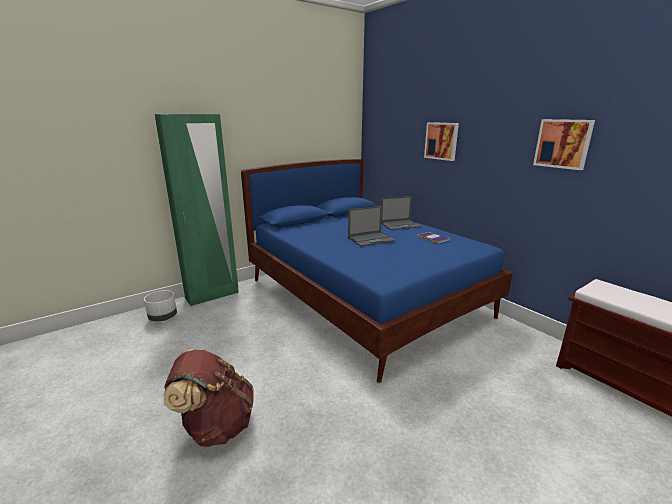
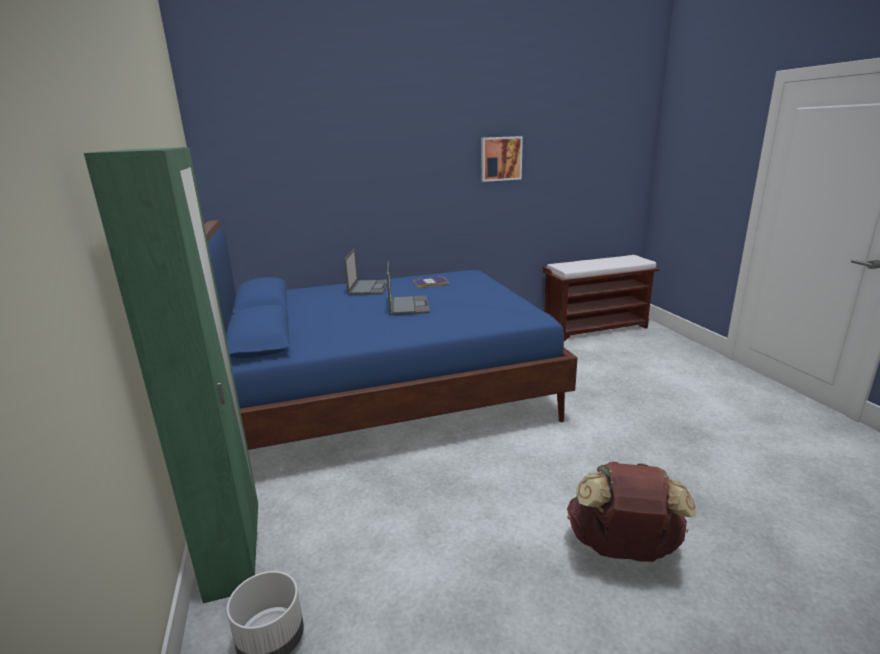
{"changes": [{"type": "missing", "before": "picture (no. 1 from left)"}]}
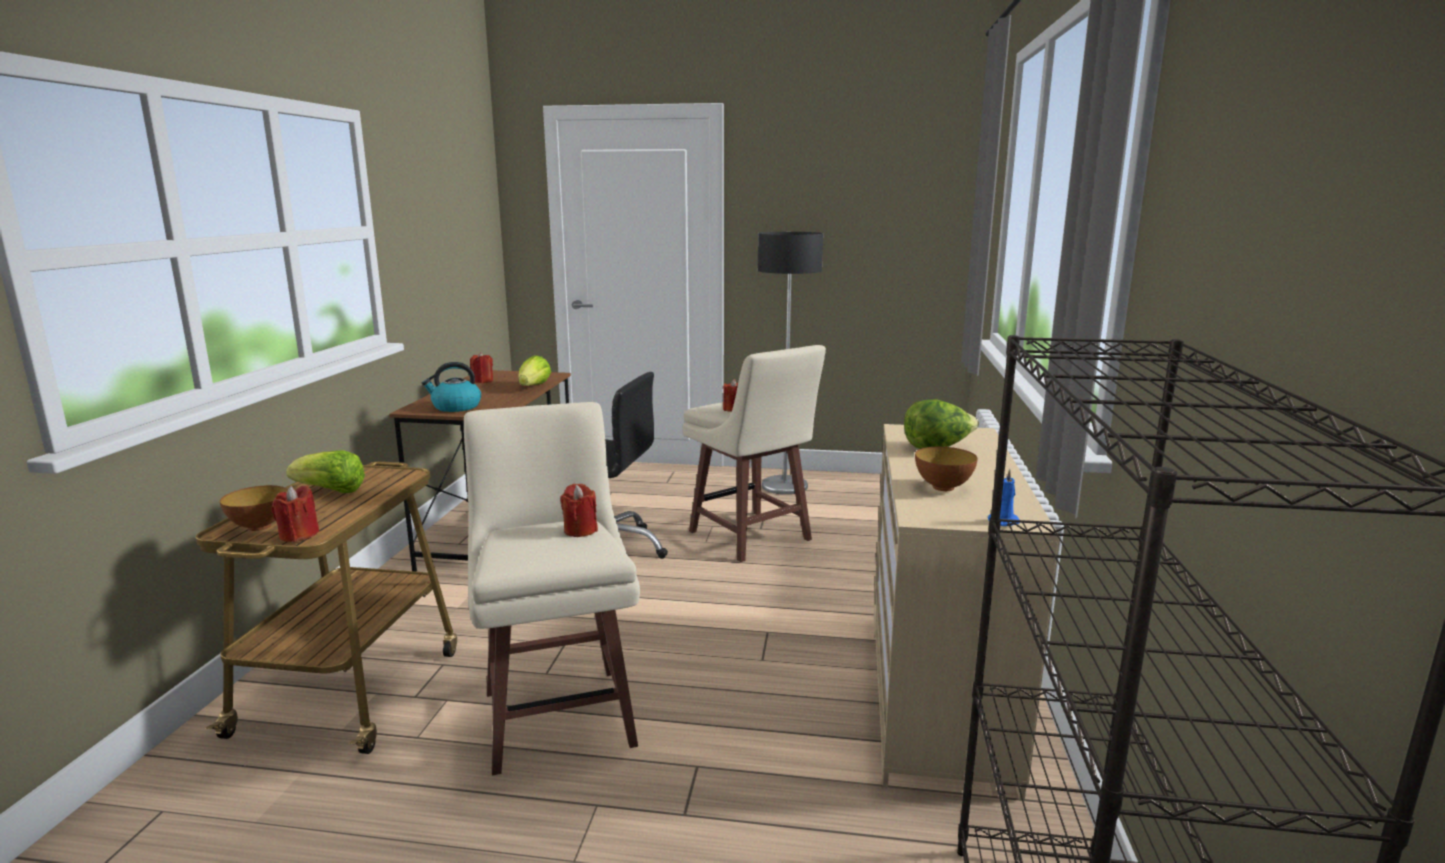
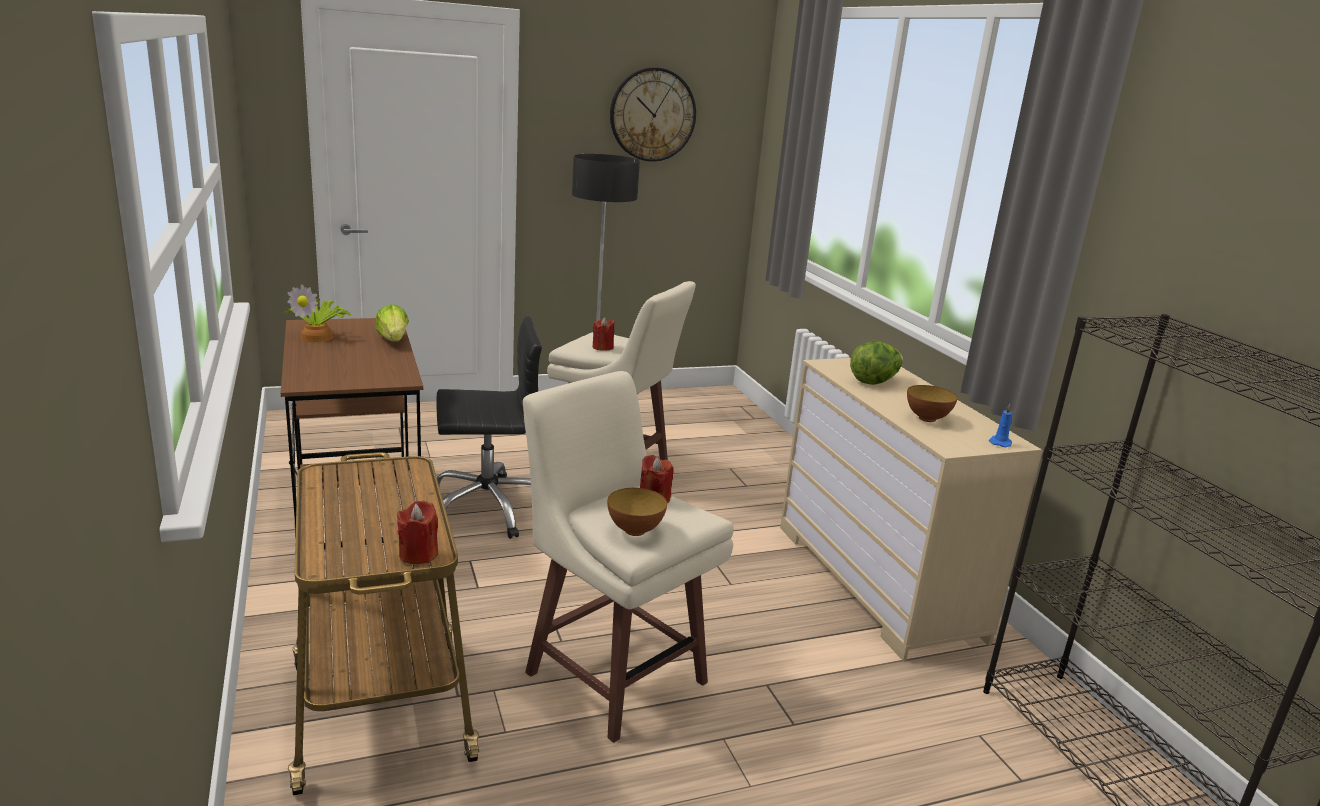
{"changes": [{"type": "exchanged", "before": "candle/red (no. 2 from left)", "after": "potted plant"}, {"type": "relocated", "before": "bowl (no. 1 from left)"}, {"type": "appeared", "after": "wall clock"}, {"type": "missing", "before": "lettuce (no. 1 from left)"}, {"type": "missing", "before": "kettle"}]}
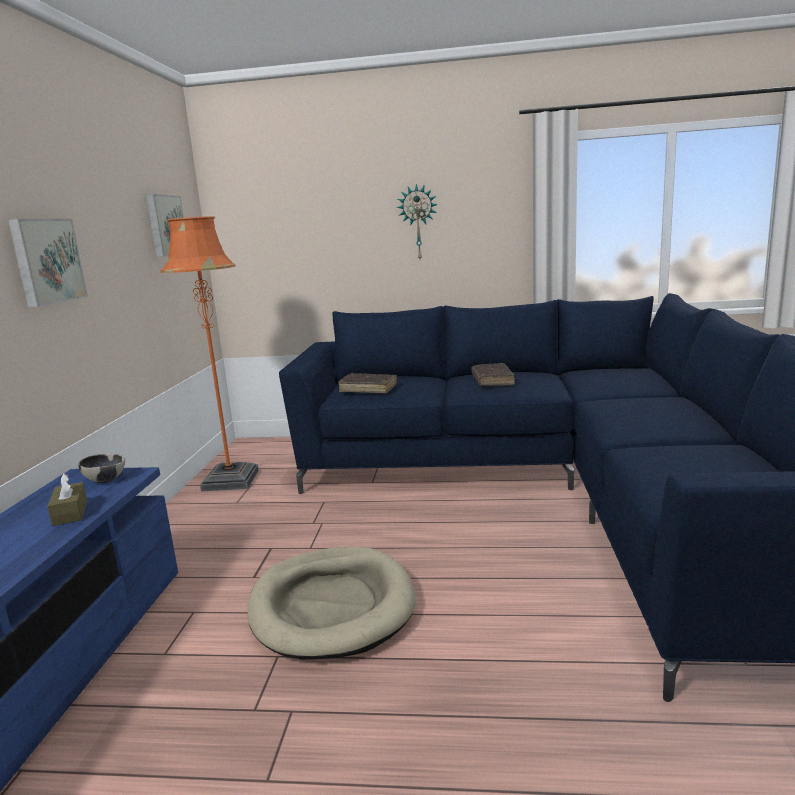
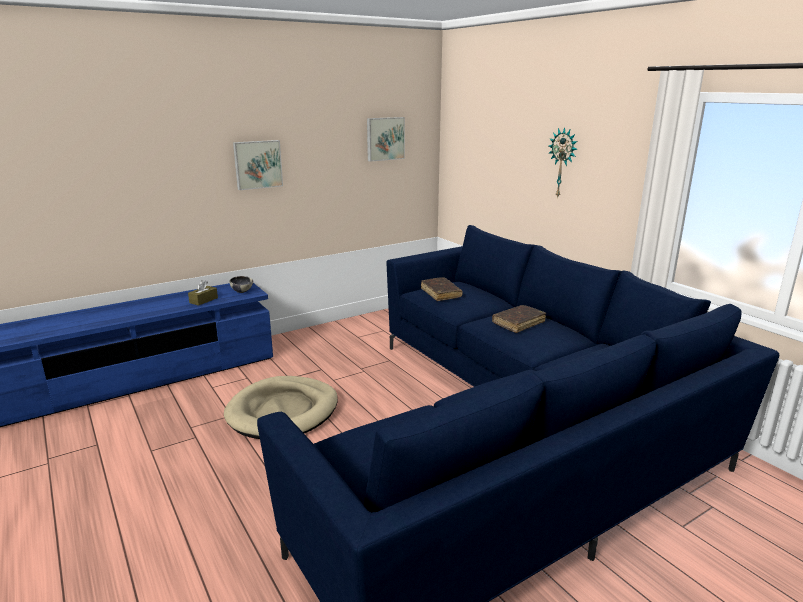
{"changes": [{"type": "missing", "before": "floor lamp/orange"}]}
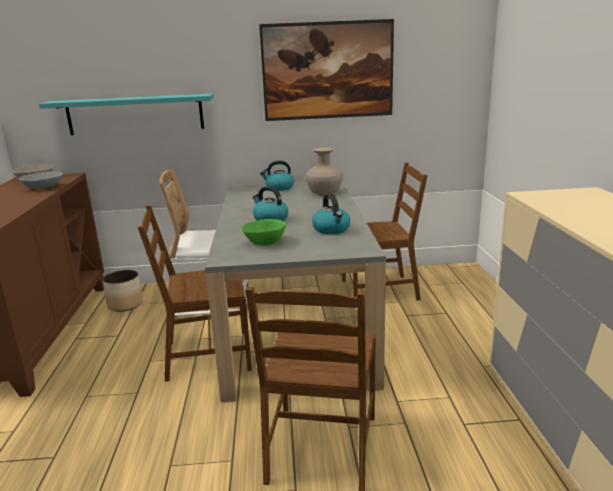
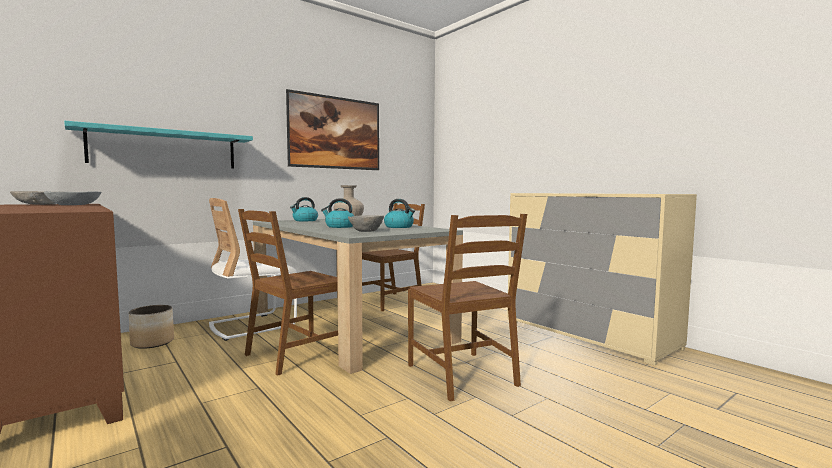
{"changes": [{"type": "colour", "before": "bowl/green", "after": "bowl/grey (no. 3 from left)"}]}
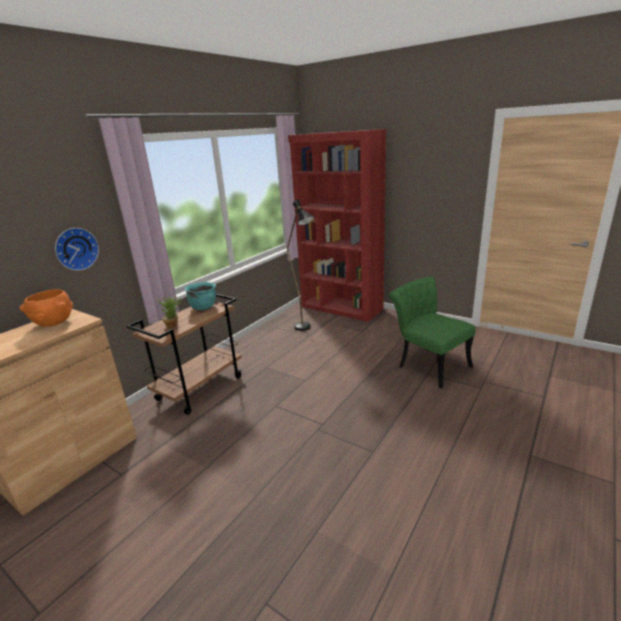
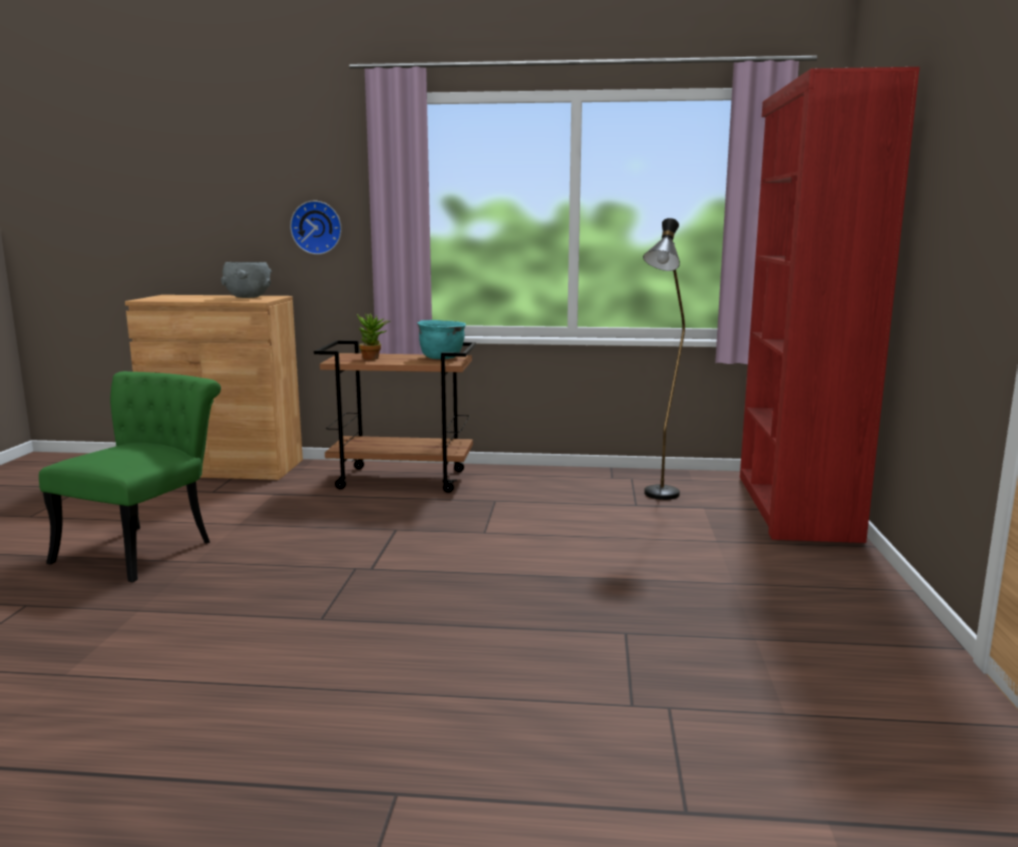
{"changes": [{"type": "relocated", "before": "chair/green"}, {"type": "colour", "before": "bowl/orange", "after": "bowl/grey"}]}
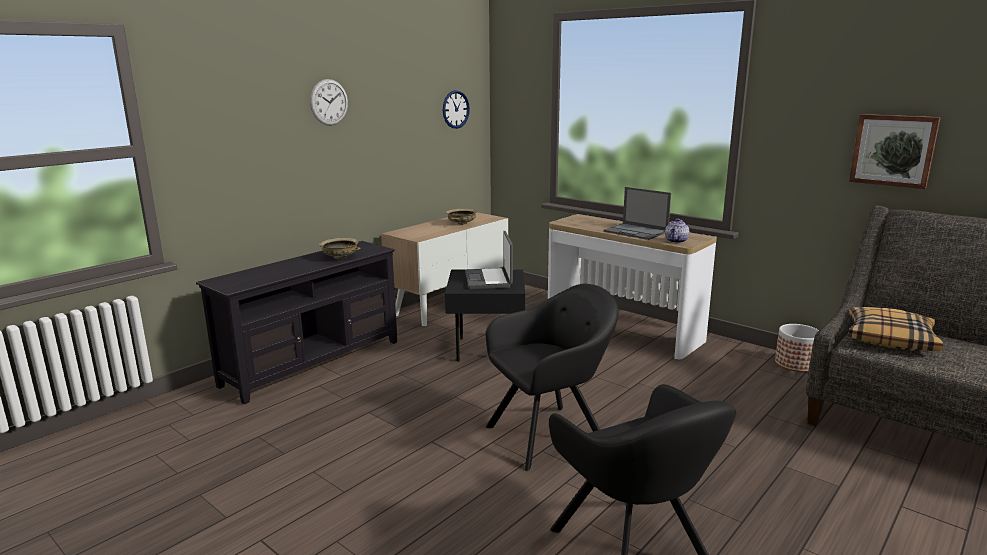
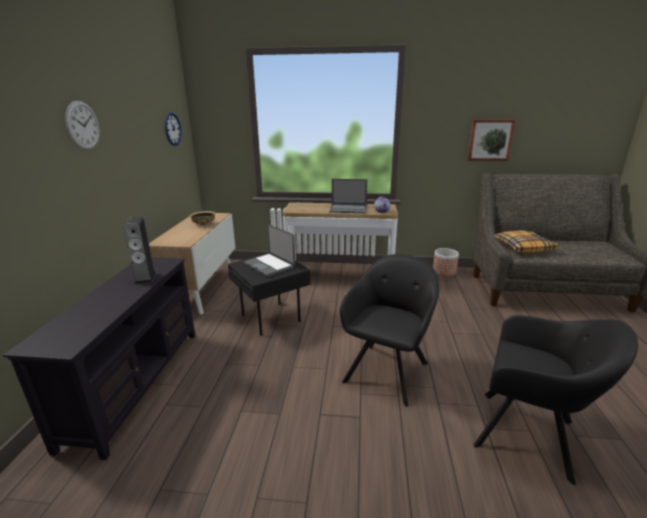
{"changes": [{"type": "exchanged", "before": "bowl/beige (no. 1 from left)", "after": "speaker"}]}
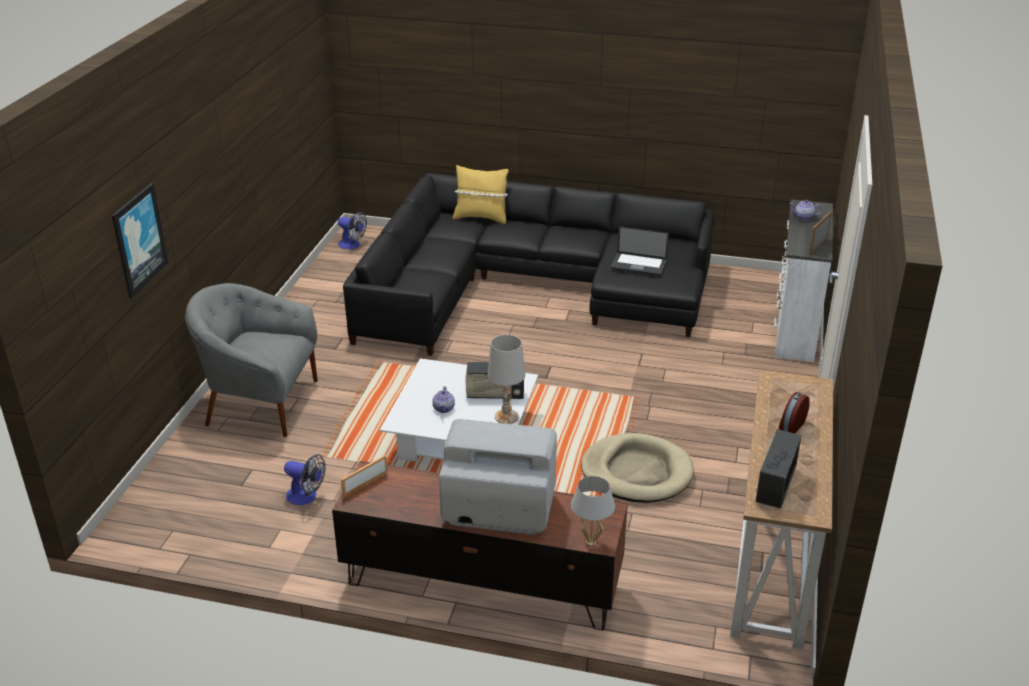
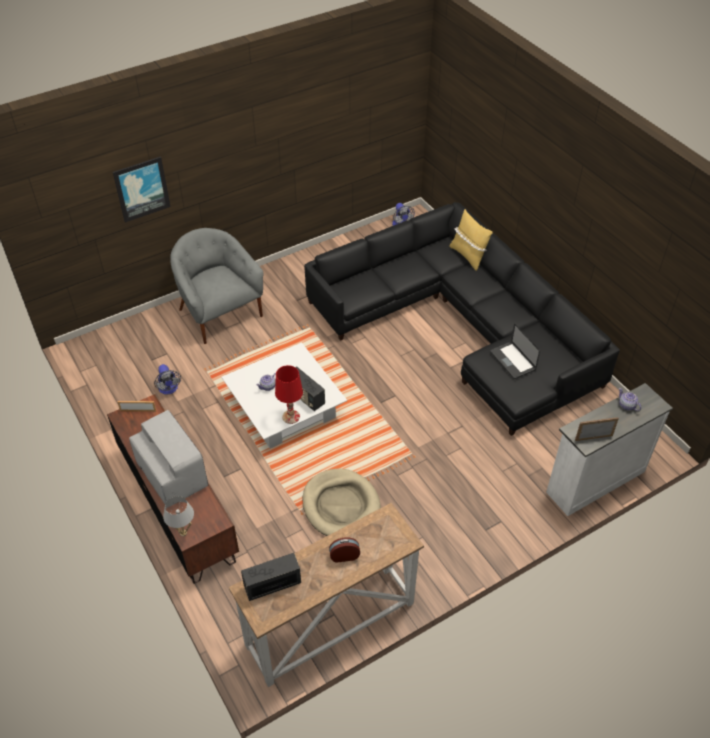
{"changes": [{"type": "colour", "before": "table lamp/white (no. 1 from left)", "after": "table lamp/red"}]}
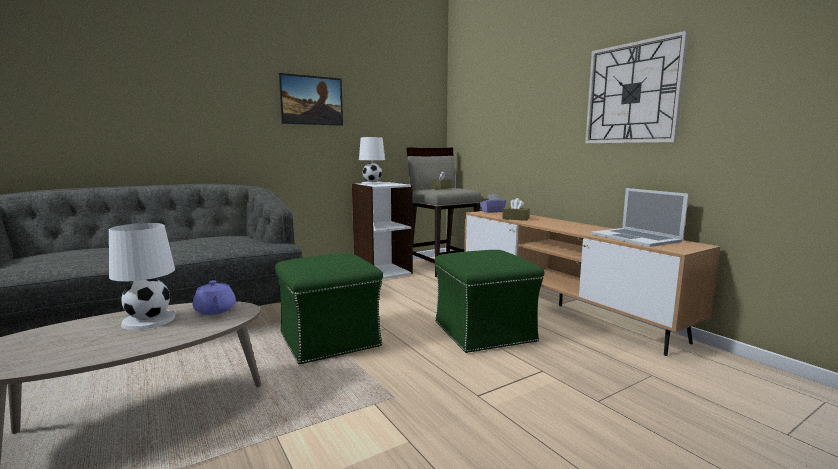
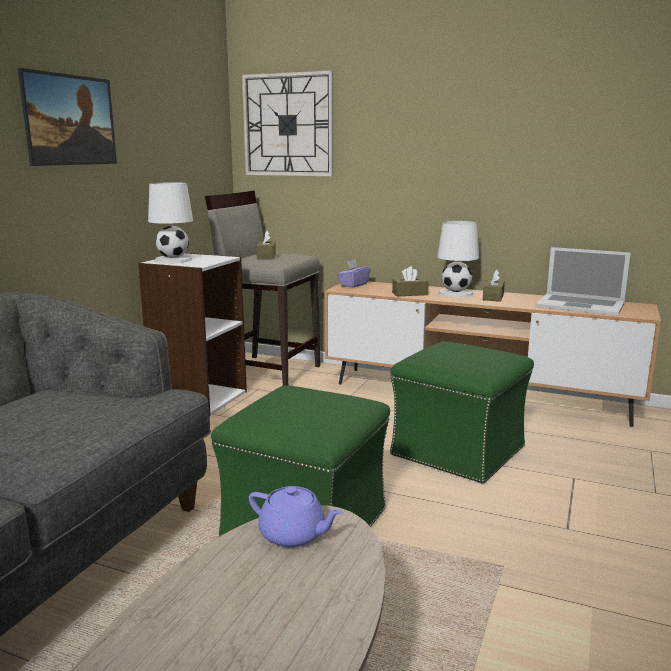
{"changes": [{"type": "relocated", "before": "wall clock"}, {"type": "relocated", "before": "table lamp/white (no. 1 from left in the first image)", "after": "table lamp/white (no. 2 from left)"}, {"type": "appeared", "after": "tissue box/brown (no. 3 from left)"}]}
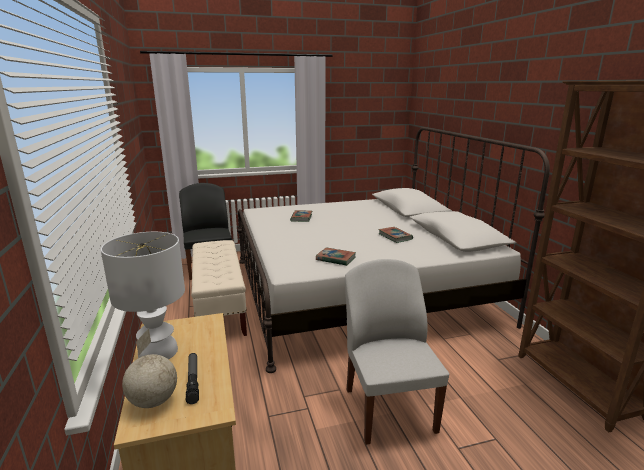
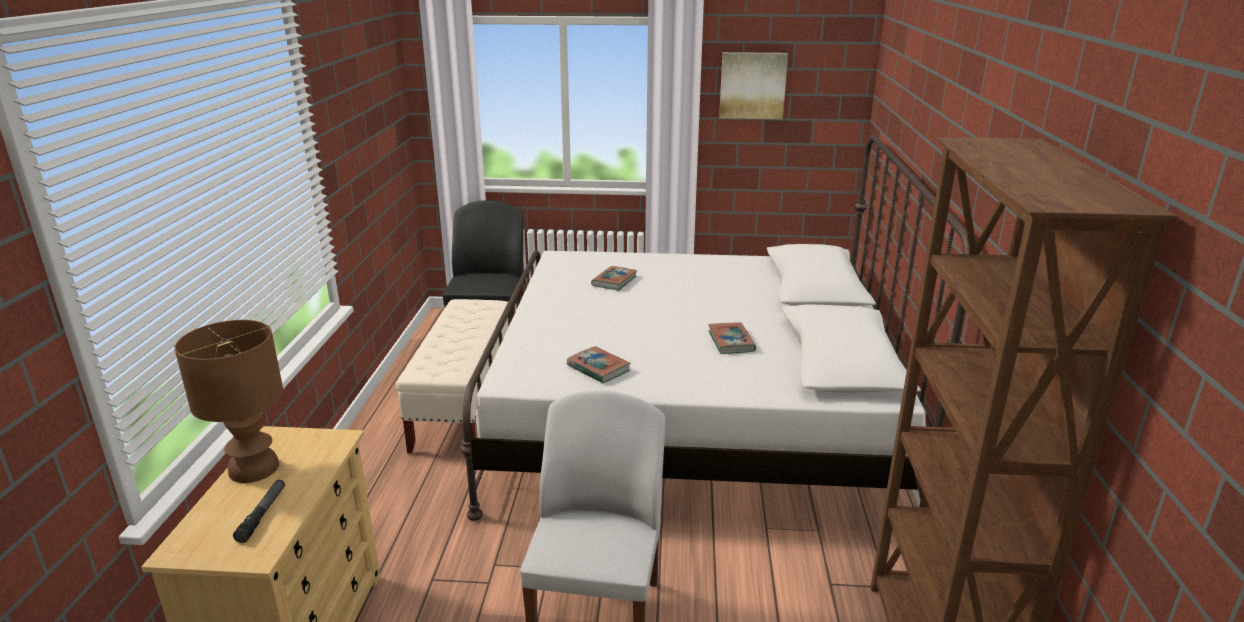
{"changes": [{"type": "colour", "before": "table lamp/white", "after": "table lamp/brown"}, {"type": "appeared", "after": "picture"}, {"type": "missing", "before": "globe"}]}
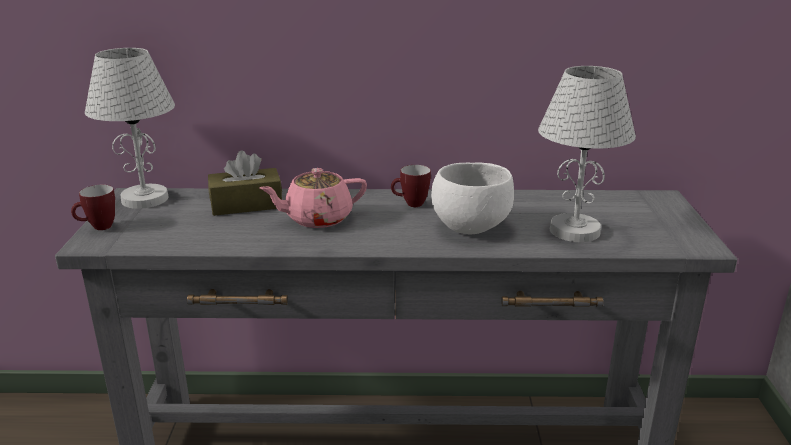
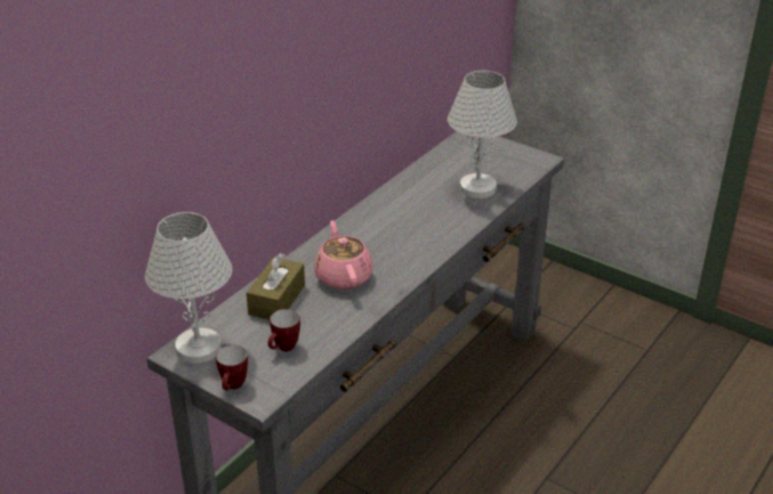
{"changes": [{"type": "relocated", "before": "mug (no. 2 from left)"}, {"type": "spun", "before": "teapot/pink", "turn": 150}, {"type": "missing", "before": "bowl/white"}]}
